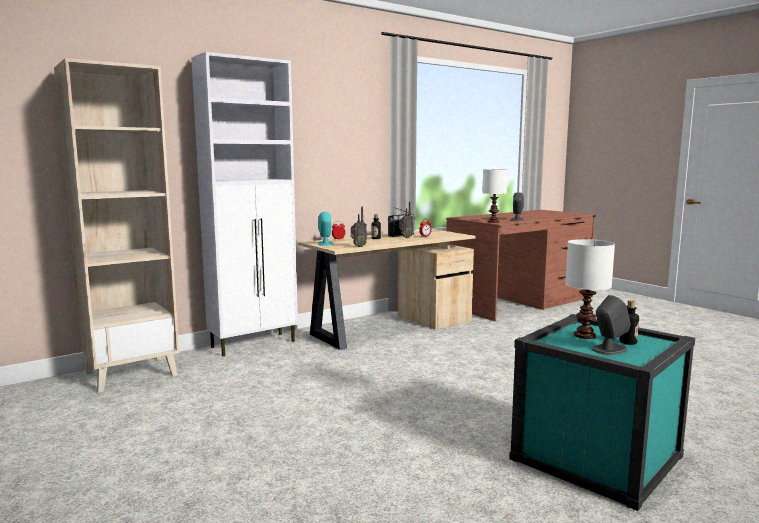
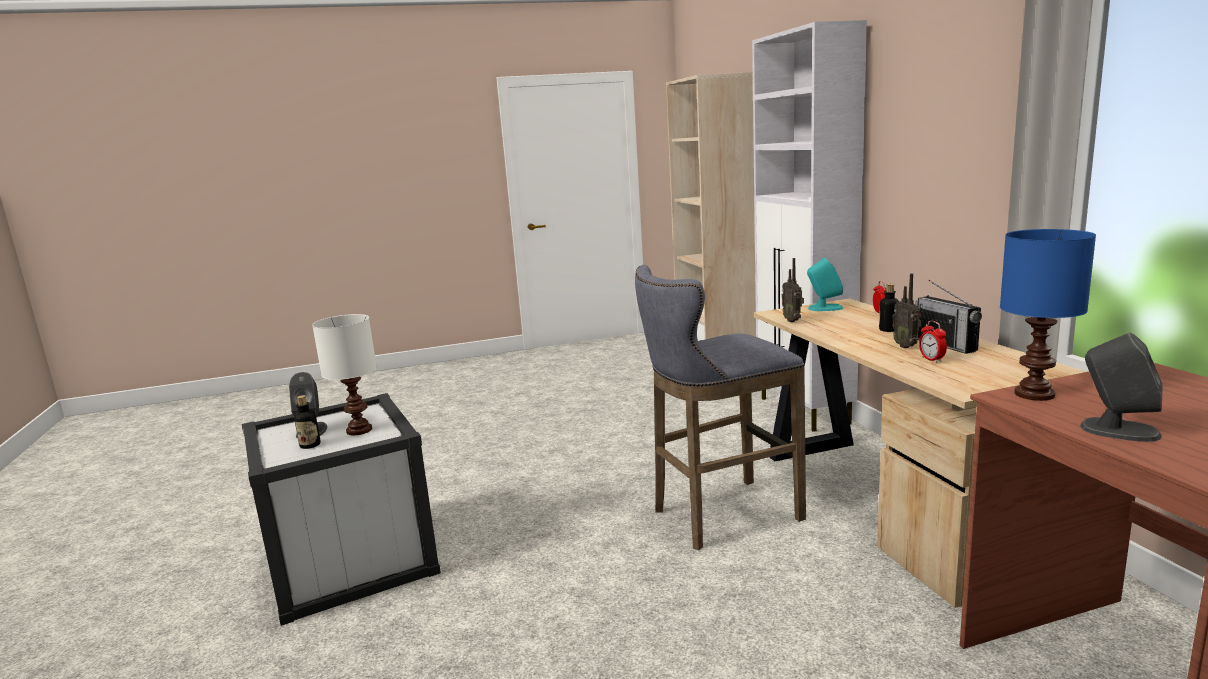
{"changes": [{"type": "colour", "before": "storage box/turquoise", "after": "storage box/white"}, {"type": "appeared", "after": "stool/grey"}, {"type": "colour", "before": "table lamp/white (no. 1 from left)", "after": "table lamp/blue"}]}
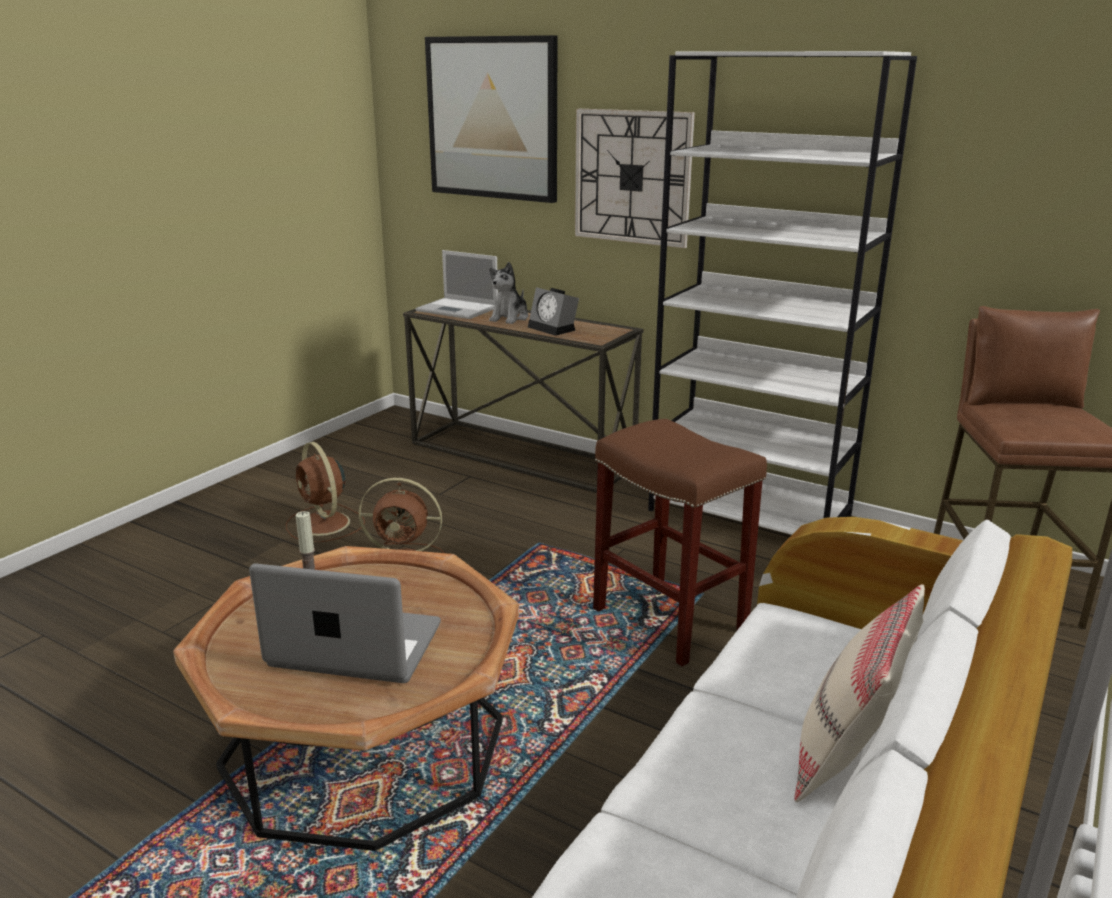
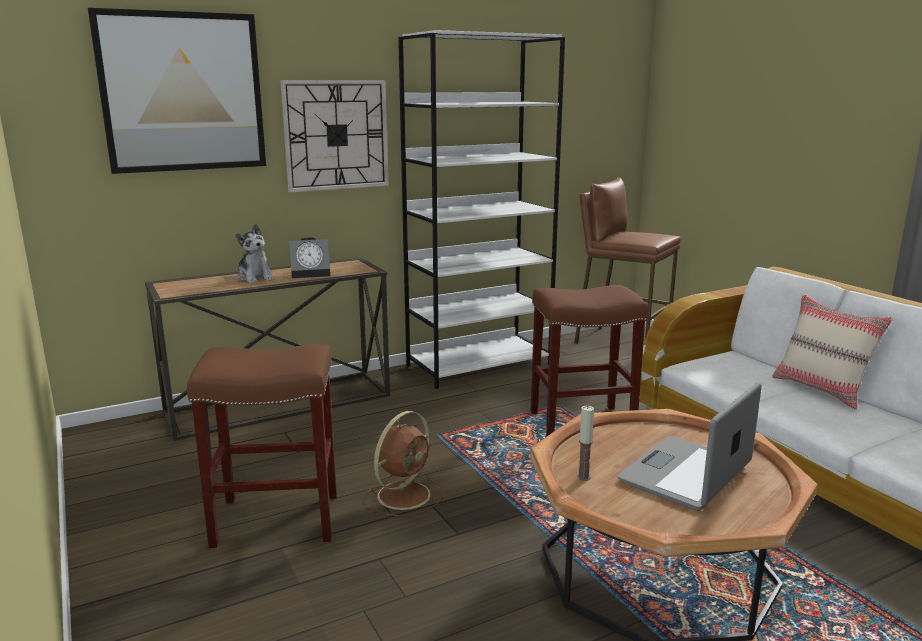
{"changes": [{"type": "exchanged", "before": "fan/brown (no. 1 from left)", "after": "stool/brown (no. 1 from left)"}, {"type": "missing", "before": "laptop (no. 2 from left)"}]}
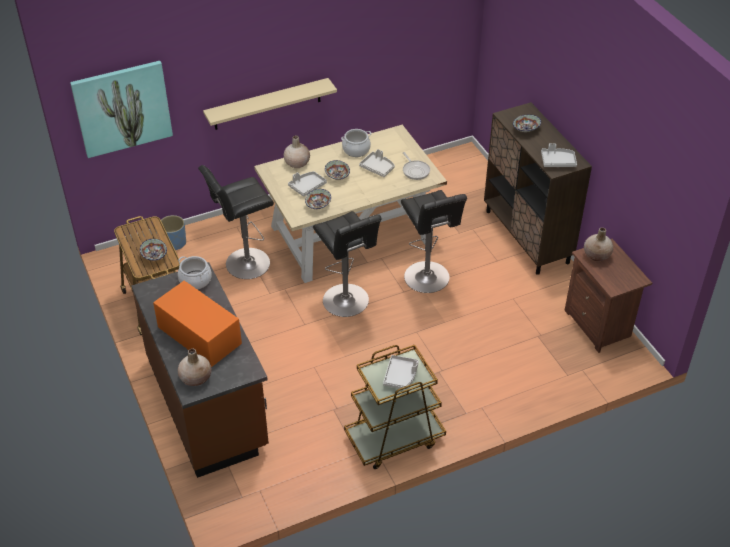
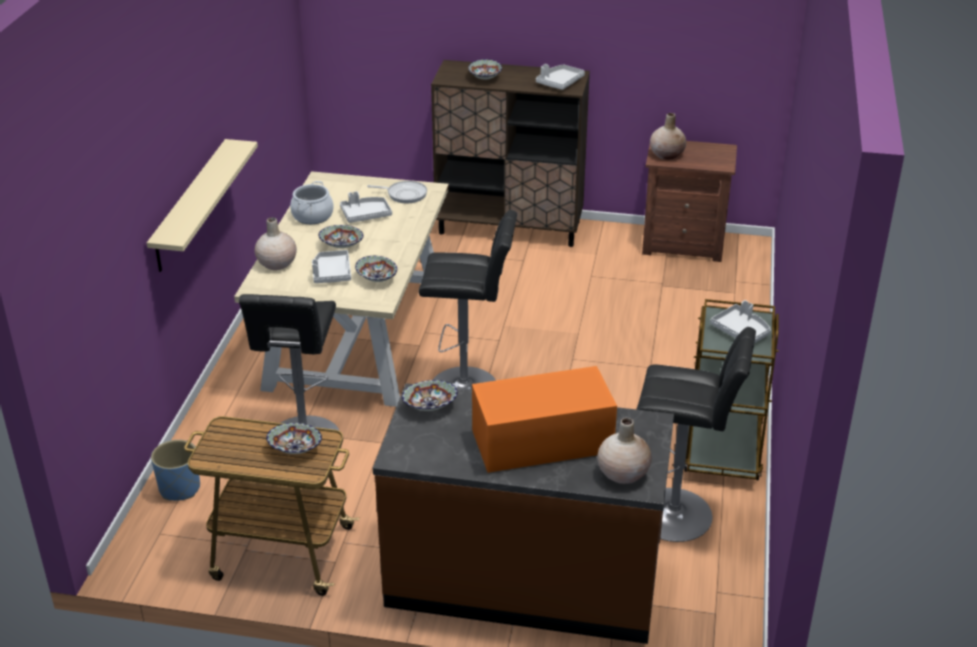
{"changes": [{"type": "exchanged", "before": "cooking pot (no. 1 from left)", "after": "bowl (no. 4 from left)"}, {"type": "relocated", "before": "stool/black (no. 3 from left)"}, {"type": "missing", "before": "picture"}]}
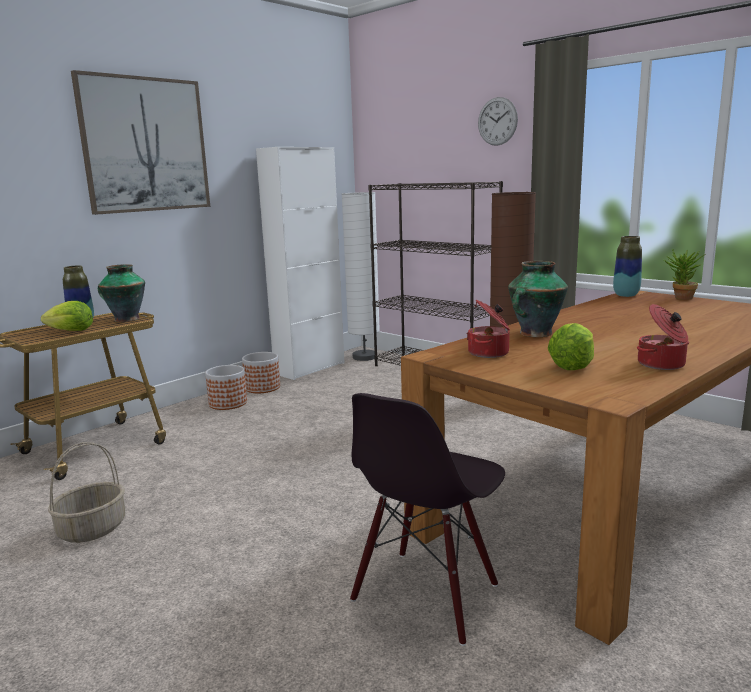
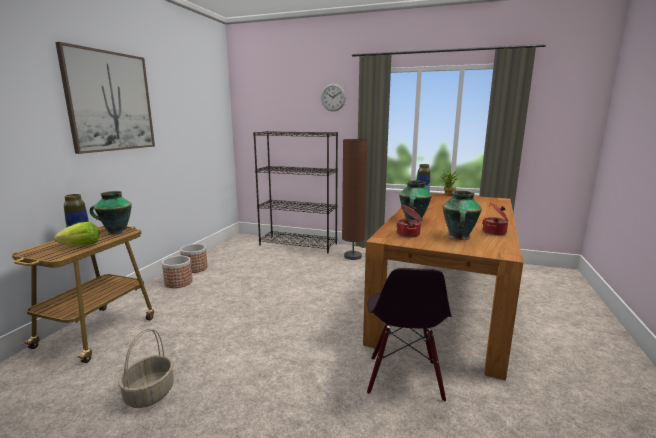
{"changes": [{"type": "exchanged", "before": "lettuce (no. 2 from left)", "after": "vase (no. 5 from left)"}, {"type": "missing", "before": "cabinet/white"}, {"type": "missing", "before": "floor lamp/white"}]}
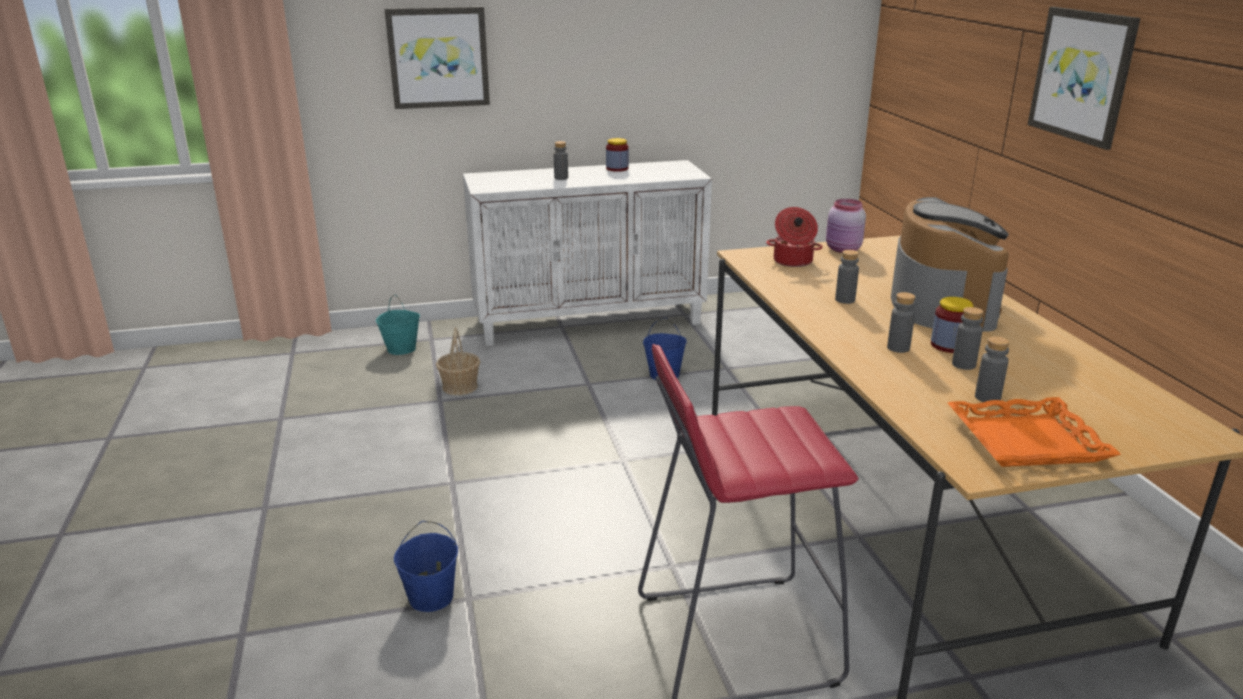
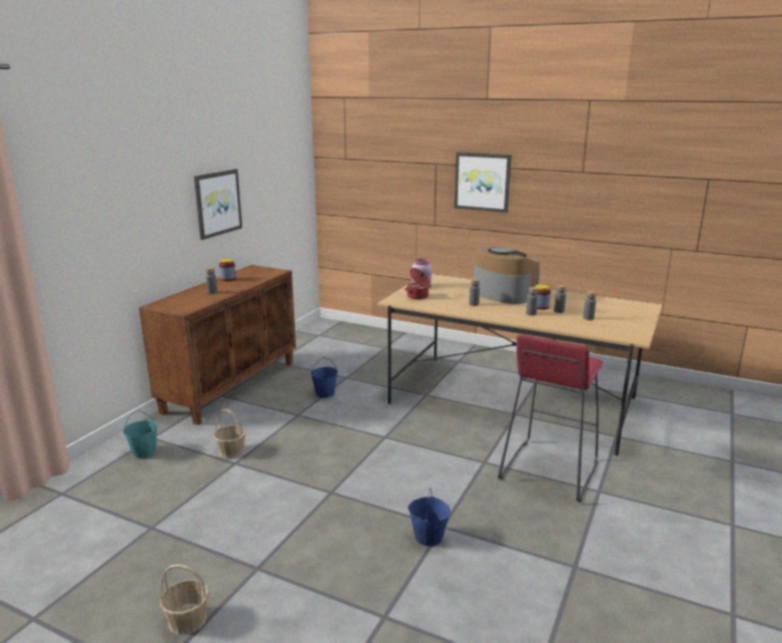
{"changes": [{"type": "colour", "before": "cabinet/white", "after": "cabinet/brown"}, {"type": "appeared", "after": "basket (no. 1 from left)"}, {"type": "relocated", "before": "picture (no. 1 from left)"}, {"type": "missing", "before": "tray/orange"}]}
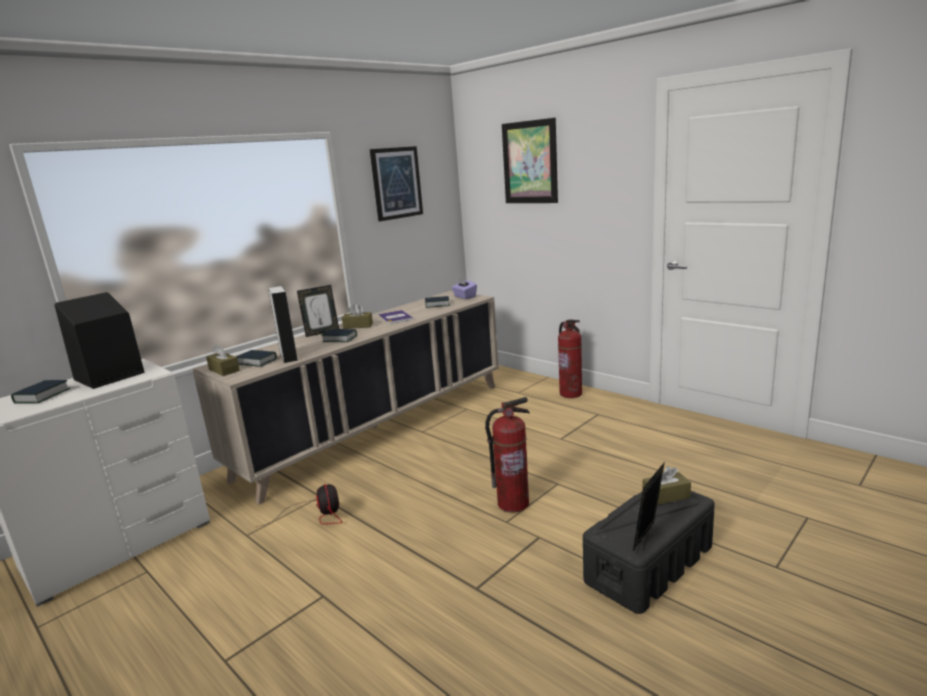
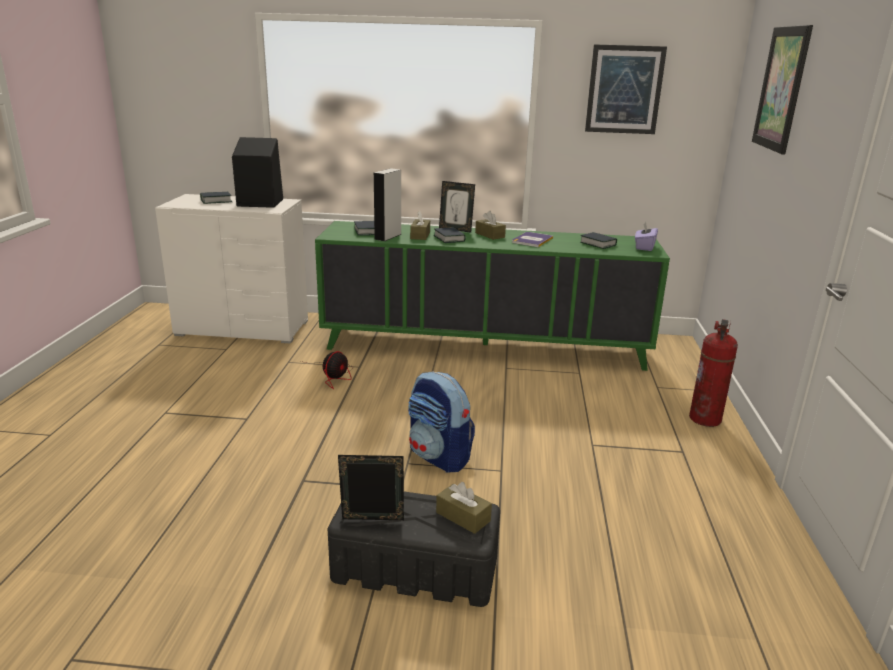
{"changes": [{"type": "colour", "before": "cabinet/beige", "after": "cabinet/green"}, {"type": "exchanged", "before": "fire extinguisher (no. 1 from left)", "after": "backpack"}, {"type": "relocated", "before": "tissue box/brown (no. 1 from left)"}]}
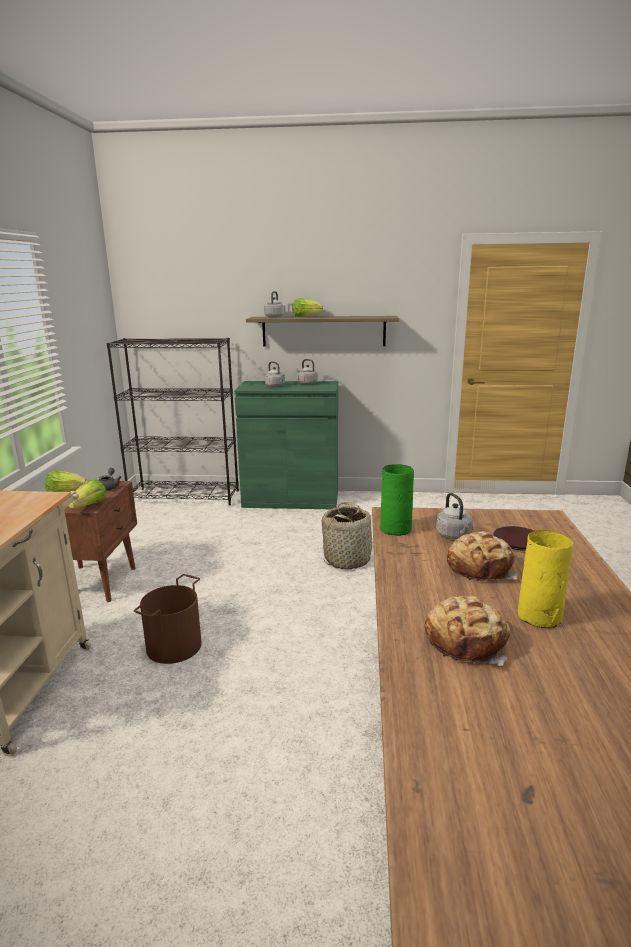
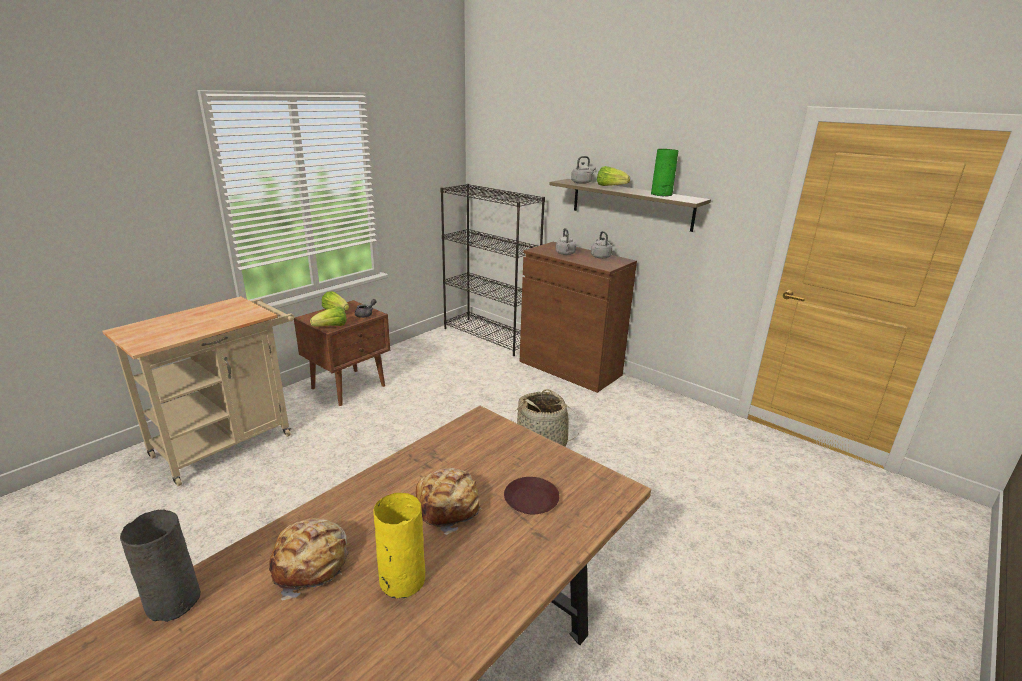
{"changes": [{"type": "appeared", "after": "vase/grey"}, {"type": "colour", "before": "cabinet/green", "after": "cabinet/brown"}, {"type": "relocated", "before": "vase/green"}, {"type": "missing", "before": "bucket/brown"}, {"type": "missing", "before": "kettle/grey (no. 4 from left)"}]}
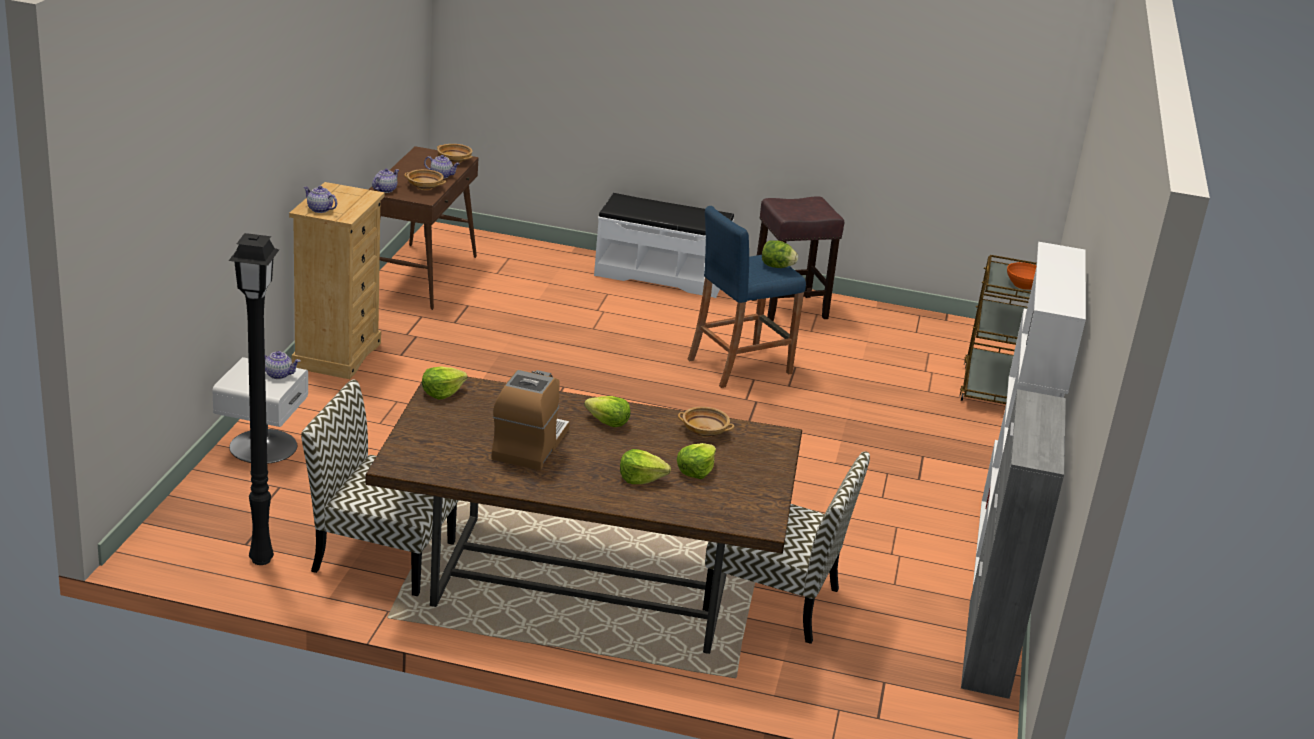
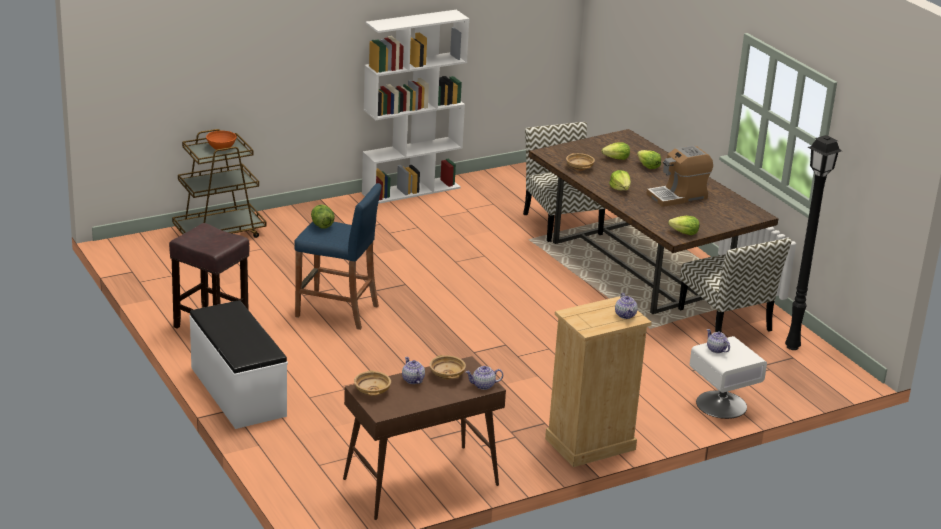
{"changes": [{"type": "missing", "before": "cabinet/grey"}]}
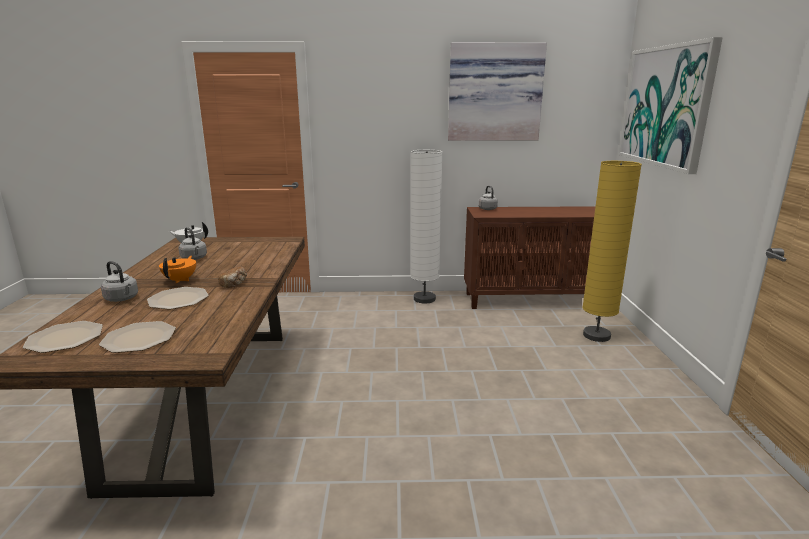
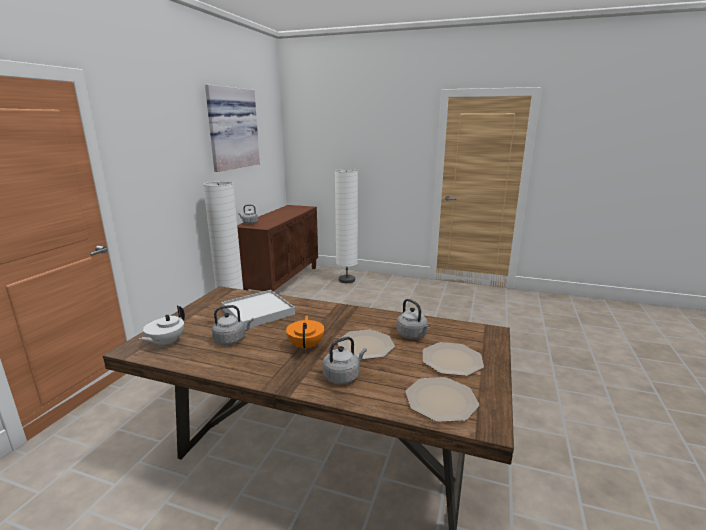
{"changes": [{"type": "appeared", "after": "tray/white"}, {"type": "spun", "before": "teapot/orange", "turn": 60}, {"type": "colour", "before": "floor lamp/yellow", "after": "floor lamp/white (no. 2 from left)"}, {"type": "appeared", "after": "kettle/grey (no. 4 from left)"}, {"type": "missing", "before": "bread"}, {"type": "missing", "before": "picture (no. 2 from left)"}]}
